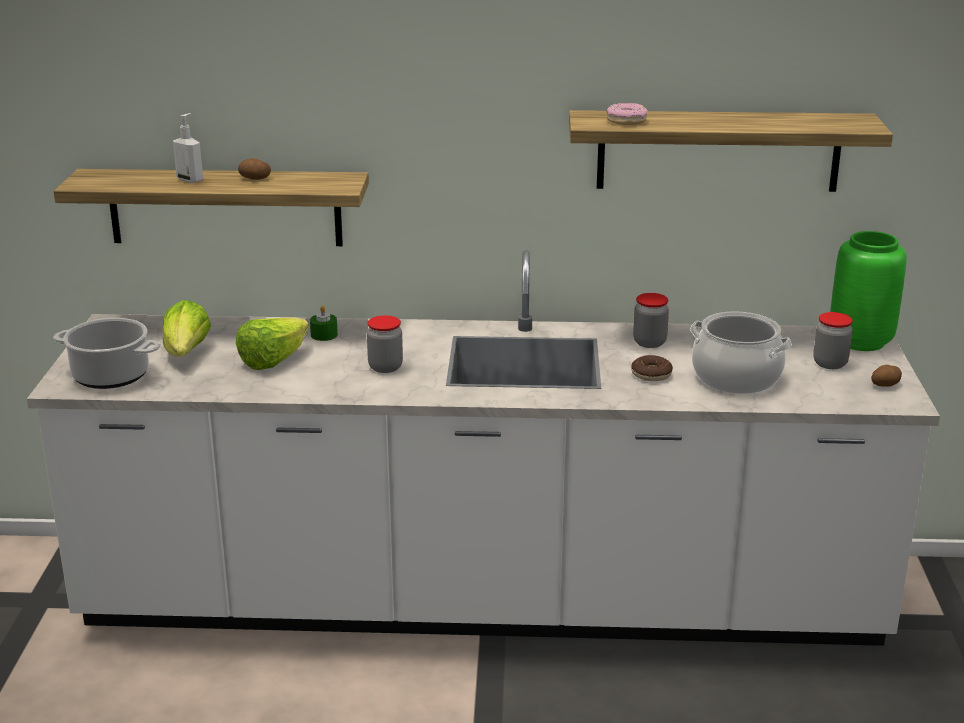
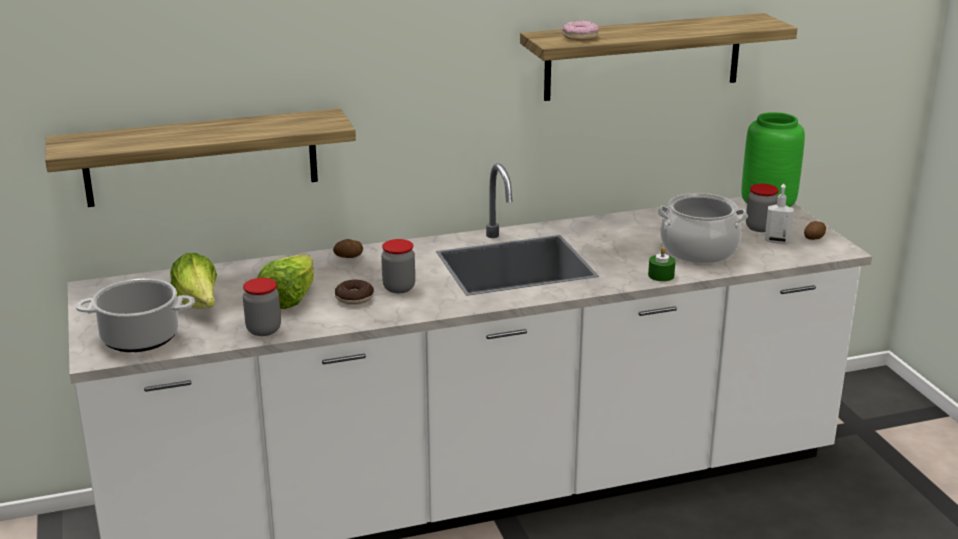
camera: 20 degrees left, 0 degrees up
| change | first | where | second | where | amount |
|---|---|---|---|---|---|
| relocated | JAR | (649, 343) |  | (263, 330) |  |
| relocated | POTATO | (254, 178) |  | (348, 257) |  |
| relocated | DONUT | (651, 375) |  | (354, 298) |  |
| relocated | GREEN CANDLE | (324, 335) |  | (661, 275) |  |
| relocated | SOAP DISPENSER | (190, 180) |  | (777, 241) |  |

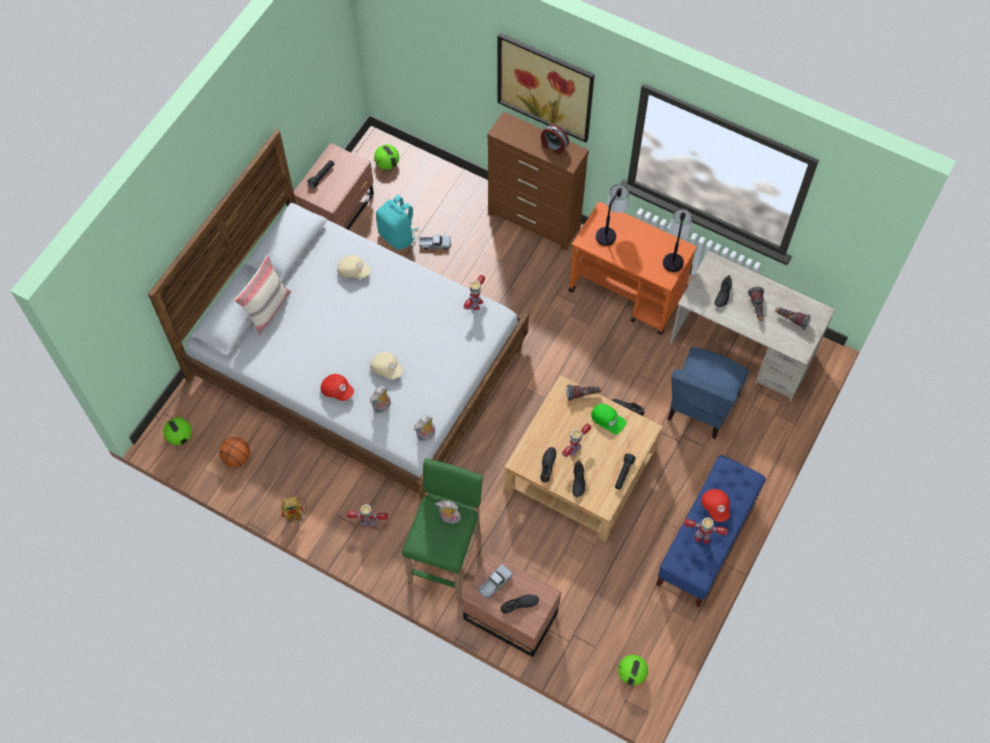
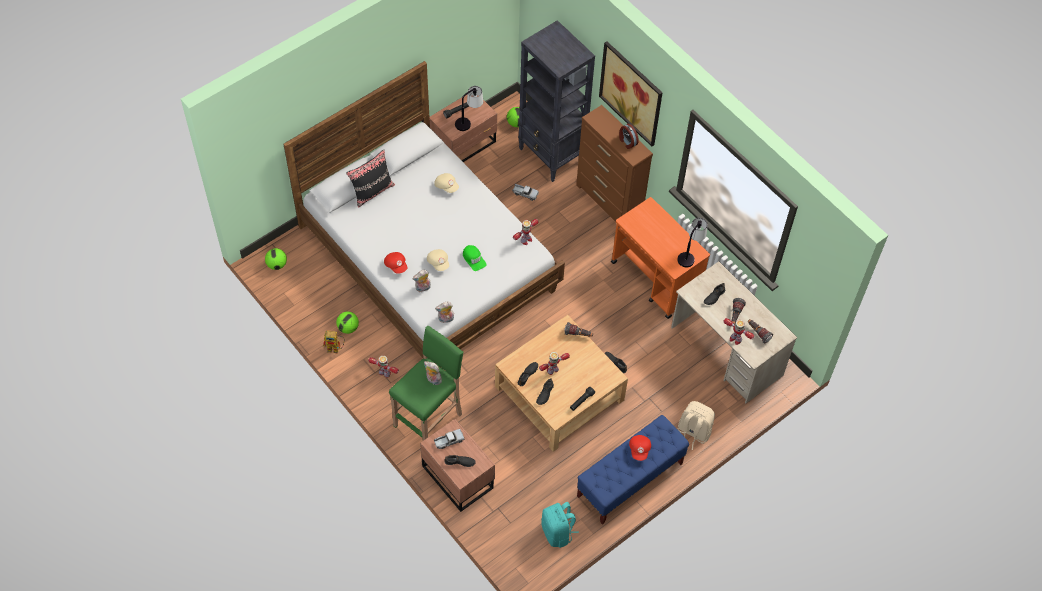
camera: 20 degrees right, 5 degrees down
| change | first | where | second | where | amount |
|---|---|---|---|---|---|
| relocated | FOOTBALL | (631, 673) |  | (348, 328) |  |
| colour | BEIGE PILLOW | (267, 309) | BLACK PILLOW | (372, 191) |  |
| relocated | TABLE LAMP | (610, 229) |  | (468, 121) |  |
| relocated | GREEN CAP | (608, 419) |  | (474, 259) |  |
| appeared |  |  | BLACK BOOKCASE | (551, 155) |  |
| relocated | TURQUOISE BACKPACK | (398, 235) |  | (557, 532) |  |
| appeared |  |  | BEIGE BACKPACK | (693, 432) |  |
| relocated | TOY ROBOT | (702, 537) |  | (735, 339) |  |
| missing | BASKETBALL | (237, 458) |  |  |  |
| missing | BLUE CHAIR | (701, 406) |  |  |  |

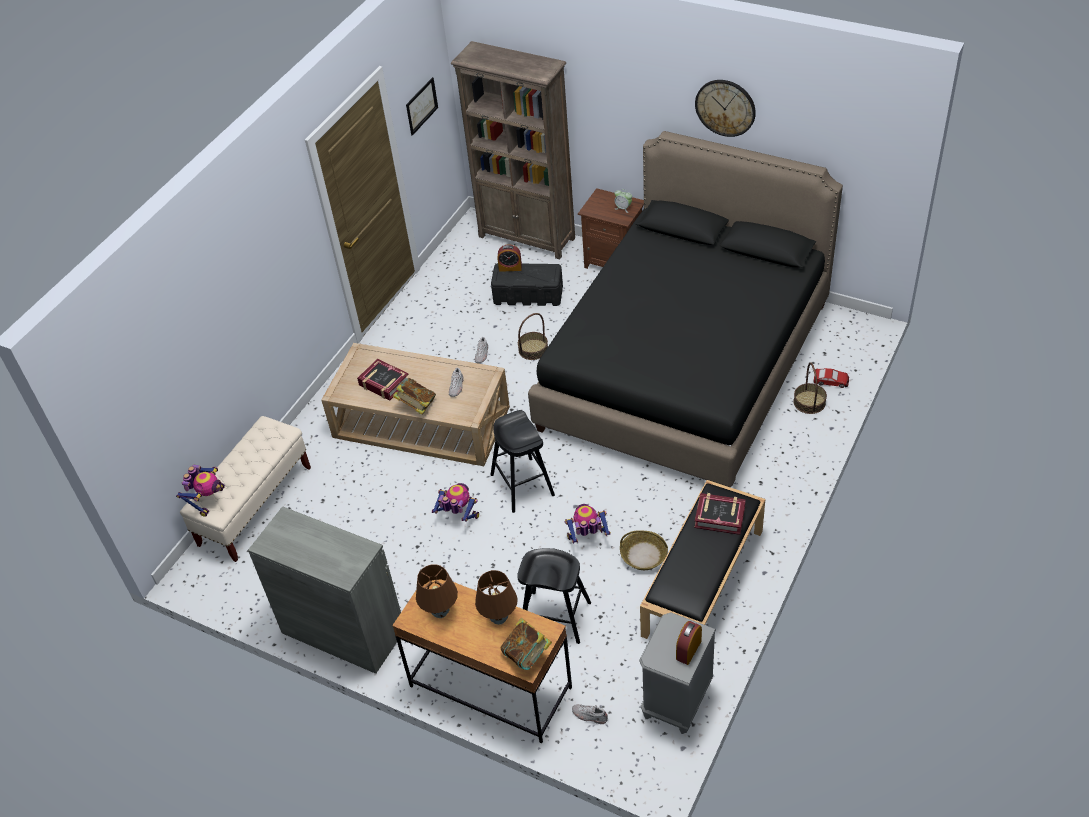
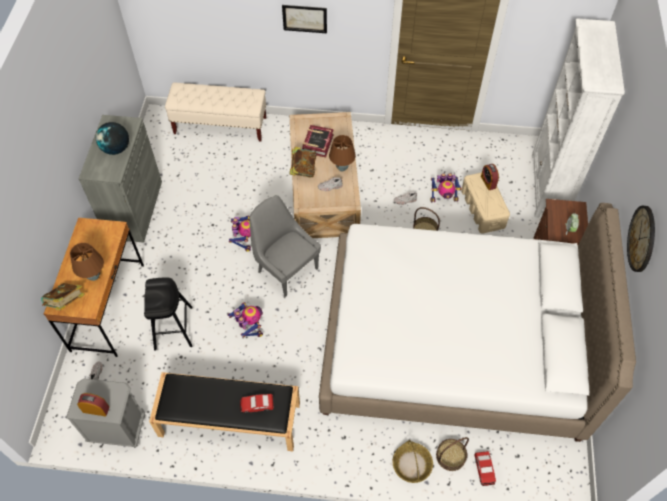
camera: 65 degrees right, 10 degrees up
| change | first | where | second | where | amount |
|---|---|---|---|---|---|
| appeared |  |  | GLOBE | (116, 149) |  |
| exchanged | BOOK | (720, 517) | TOY CAR | (256, 405) |  |
| exchanged | BLACK STOOL | (522, 485) | GREY CHAIR | (286, 269) |  |
| relocated | PICTURE | (421, 106) |  | (304, 18) |  |
| colour | BLACK BED | (685, 366) | WHITE BED | (452, 345) |  |
| relocated | BROWN TABLE LAMP | (440, 613) |  | (341, 168) |  |
| relocated | BASKET | (643, 555) |  | (411, 464) |  |
| relocated | TOY ROBOT | (208, 500) |  | (443, 197) |  |
| colour | BLACK STORAGE BOX | (528, 295) | BEIGE STORAGE BOX | (483, 209) |  |
| colour | BROWN BOOKCASE | (527, 237) | WHITE BOOKCASE | (548, 187) |  |

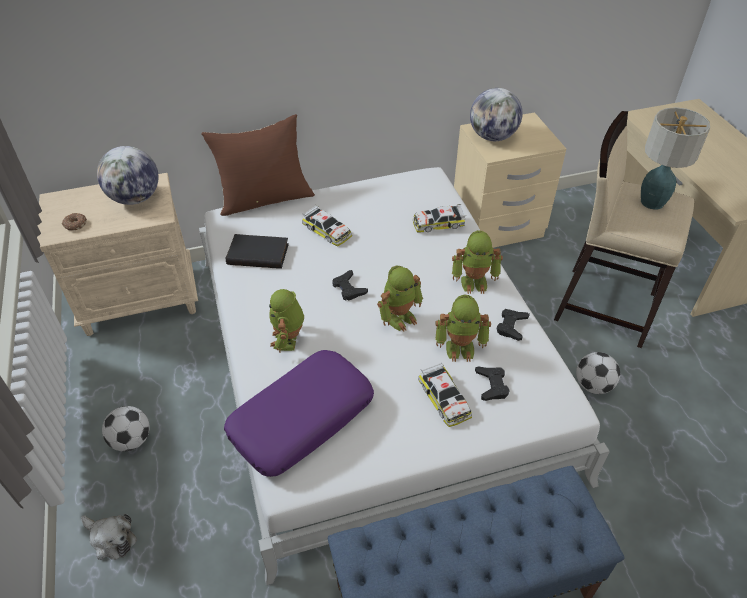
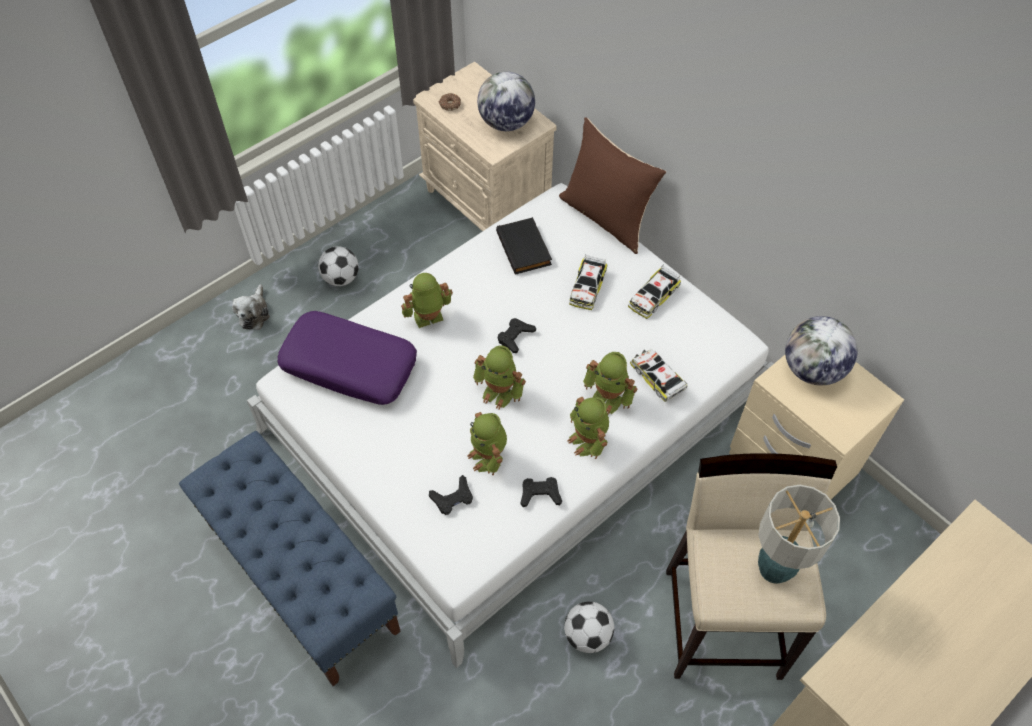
camera: 65 degrees right, 10 degrees up
| change | first | where | second | where | amount |
|---|---|---|---|---|---|
| appeared |  |  | TOY ROBOT | (608, 398) |  |
| relocated | TOY CAR | (444, 399) |  | (653, 296) |  |

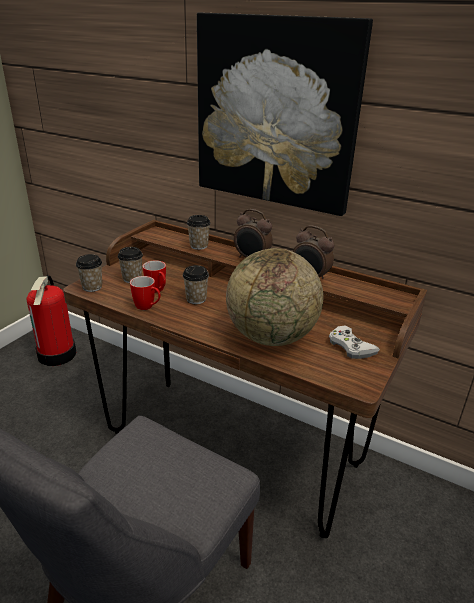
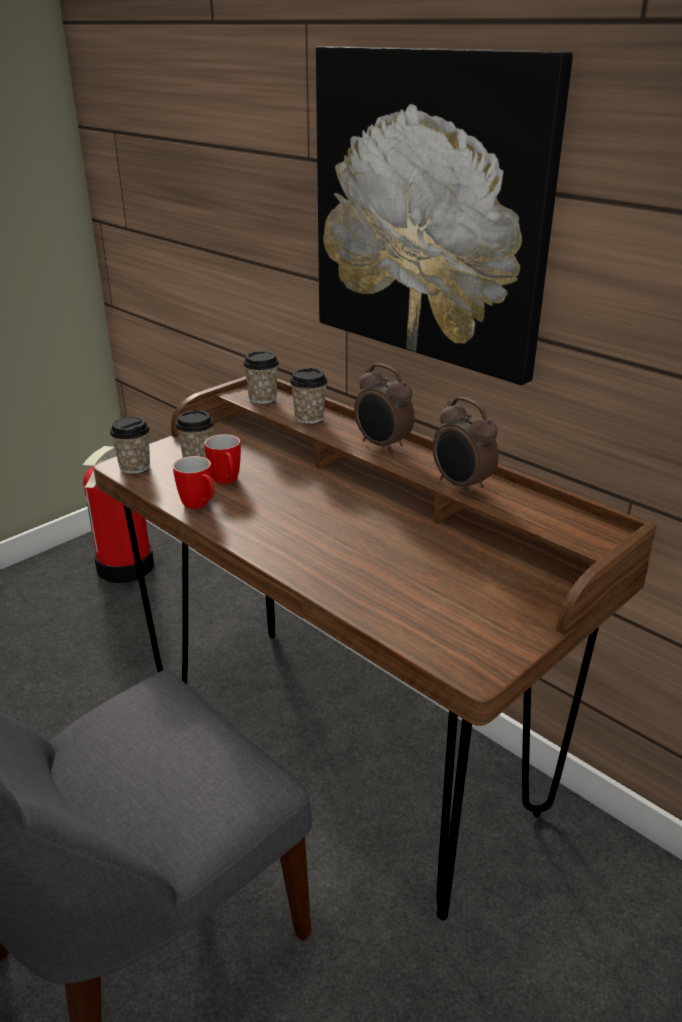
camera: 15 degrees right, 0 degrees up
| change | first | where | second | where | amount |
|---|---|---|---|---|---|
| relocated | CUP | (196, 299) |  | (262, 398) |  |
| missing | GLOBE | (271, 337) |  |  |  |
| missing | WHITE GAME CONTROLLER | (351, 346) |  |  |  |

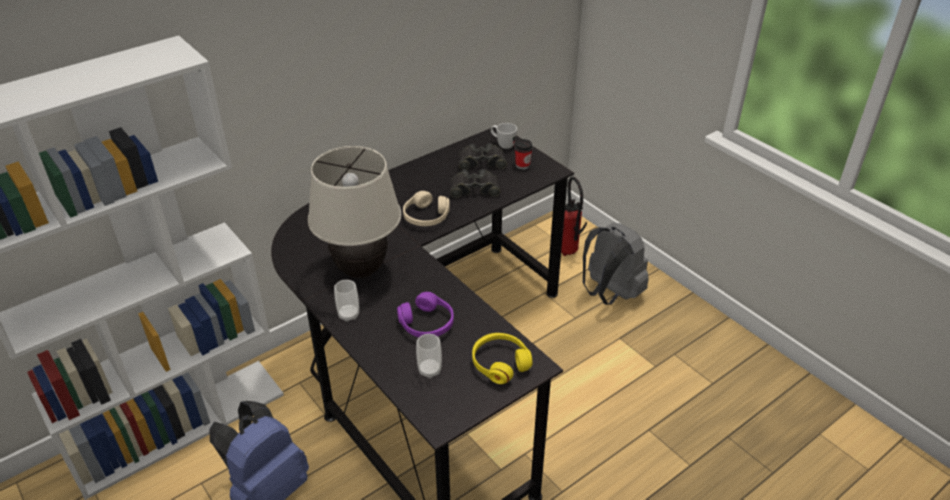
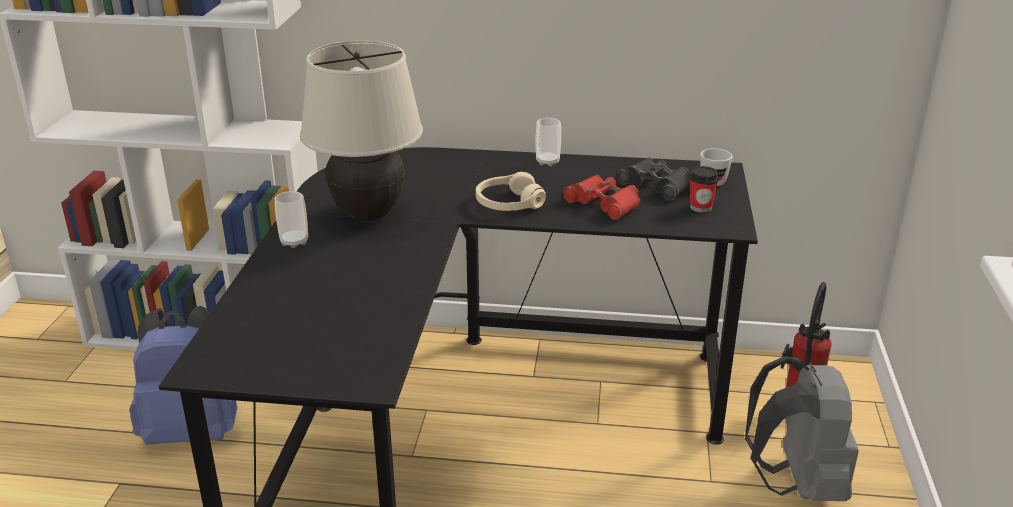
camera: 45 degrees right, 10 degrees down
| change | first | where | second | where | amount |
|---|---|---|---|---|---|
| relocated | CUP | (429, 370) |  | (547, 162) |  |
| colour | BLACK BINOCULARS | (474, 188) | RED BINOCULARS | (604, 203) |  |
| missing | PURPLE HEADPHONES | (427, 323) |  |  |  |
| missing | YELLOW HEADPHONES | (500, 363) |  |  |  |

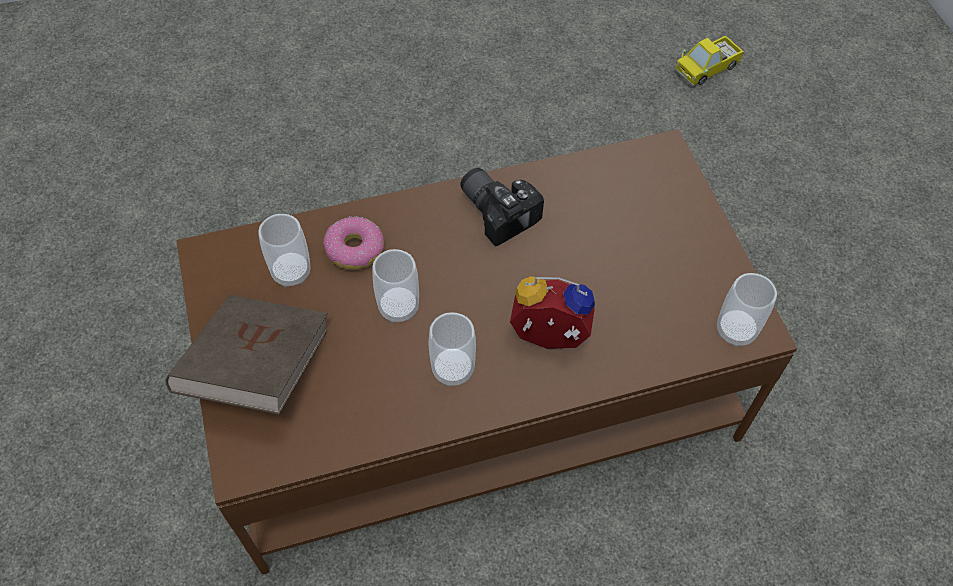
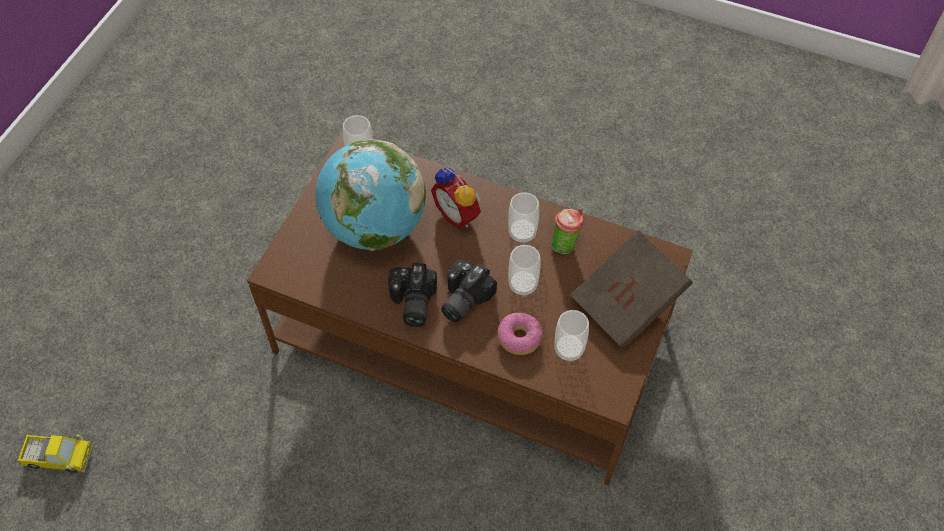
camera: 140 degrees left, 0 degrees up
| change | first | where | second | where | amount |
|---|---|---|---|---|---|
| appeared |  |  | GLOBE | (374, 227) |  |
| appeared |  |  | PHOTO CAMERA | (461, 299) |  |
| appeared |  |  | CUP | (565, 244) |  |

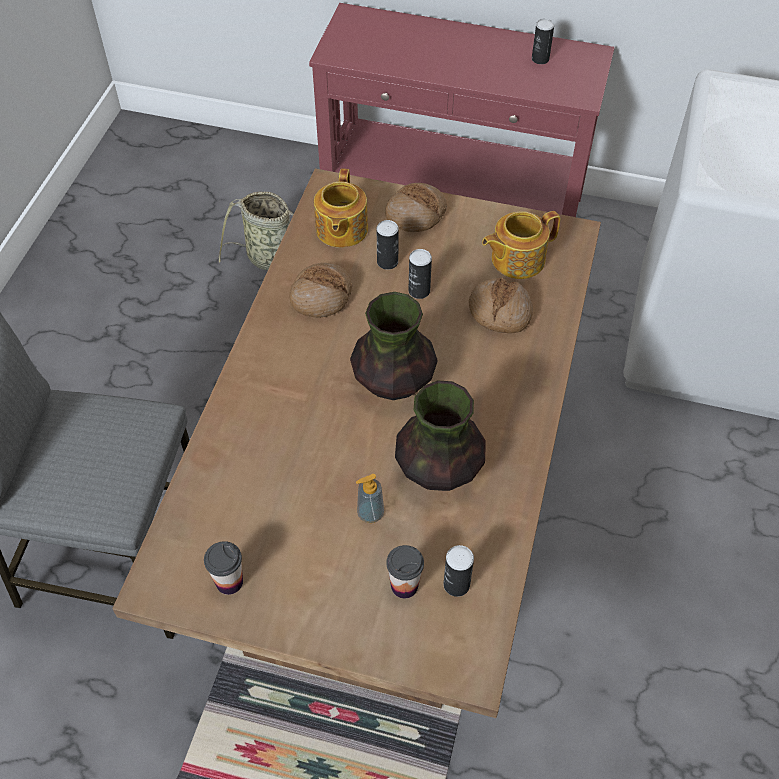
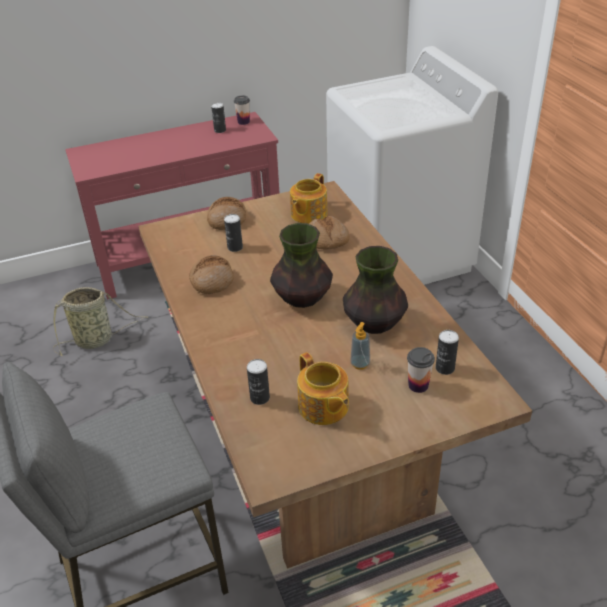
camera: 35 degrees left, 15 degrees down
| change | first | where | second | where | amount |
|---|---|---|---|---|---|
| relocated | CUP | (229, 582) |  | (243, 122) |  |
| relocated | CAN | (419, 291) |  | (260, 398) |  |
| relocated | TEAPOT | (341, 230) |  | (323, 407) |  |

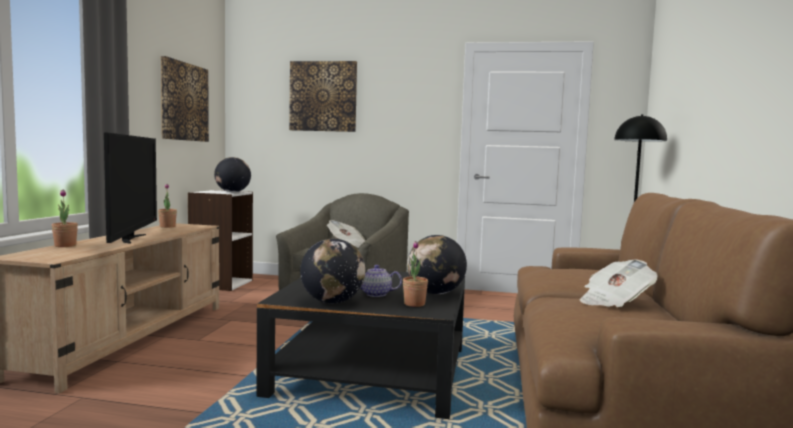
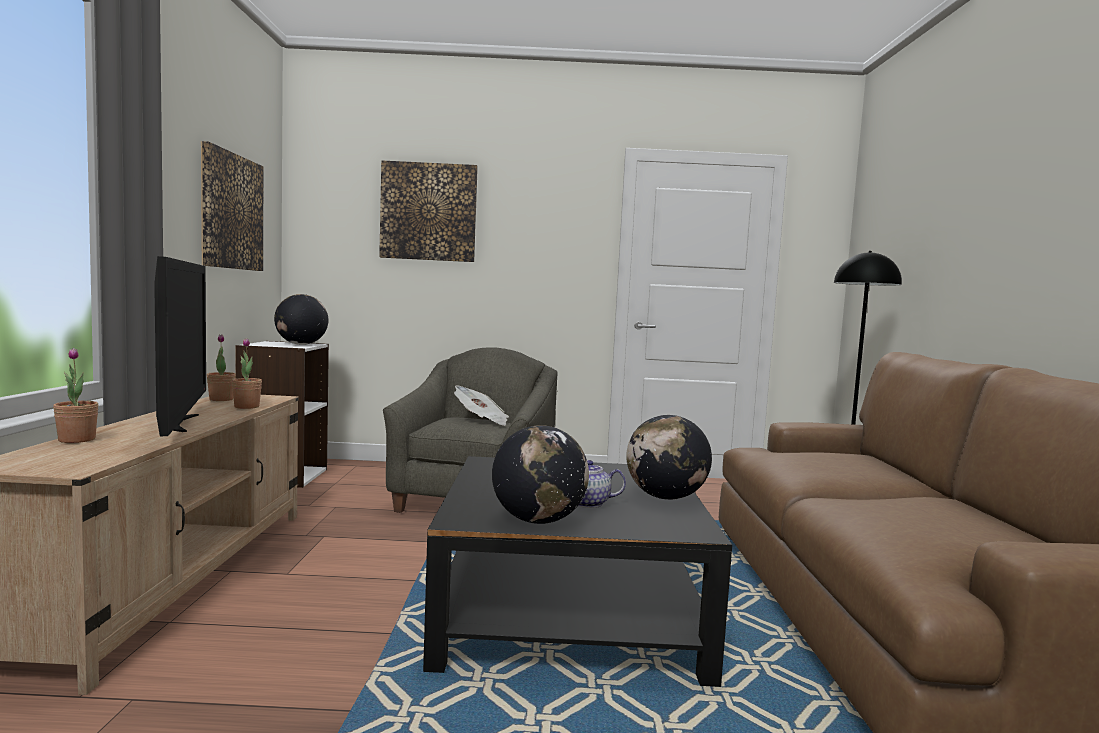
camera: 10 degrees left, 0 degrees up
| change | first | where | second | where | amount |
|---|---|---|---|---|---|
| relocated | POTTED PLANT | (414, 304) |  | (247, 407) |  |
| missing | NEWSPAPER | (614, 302) |  |  |  |

